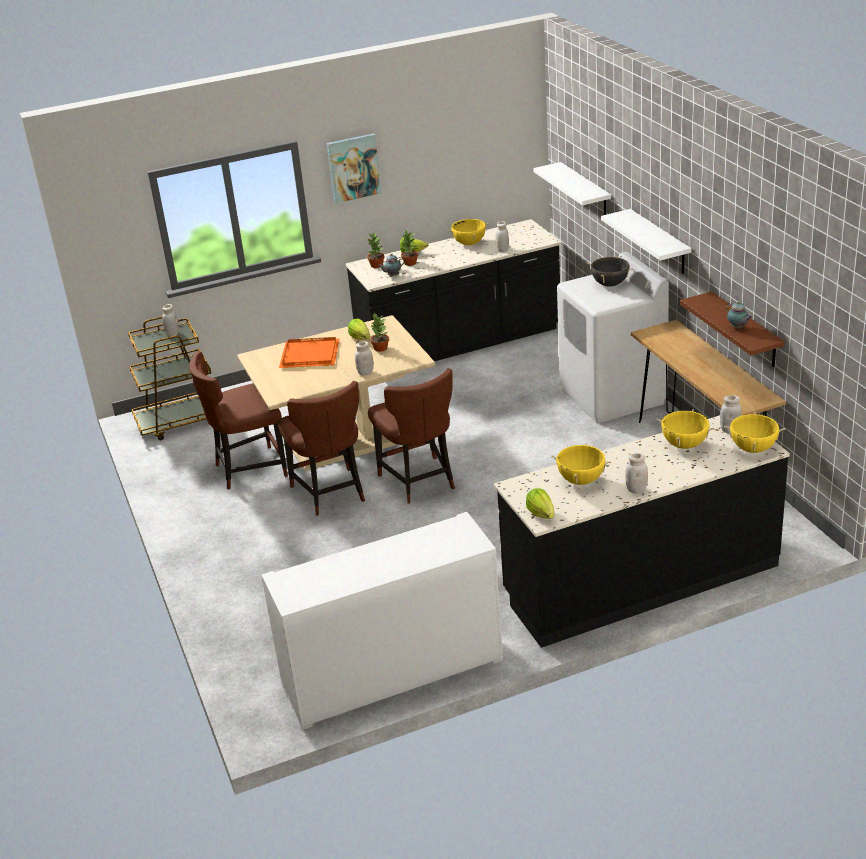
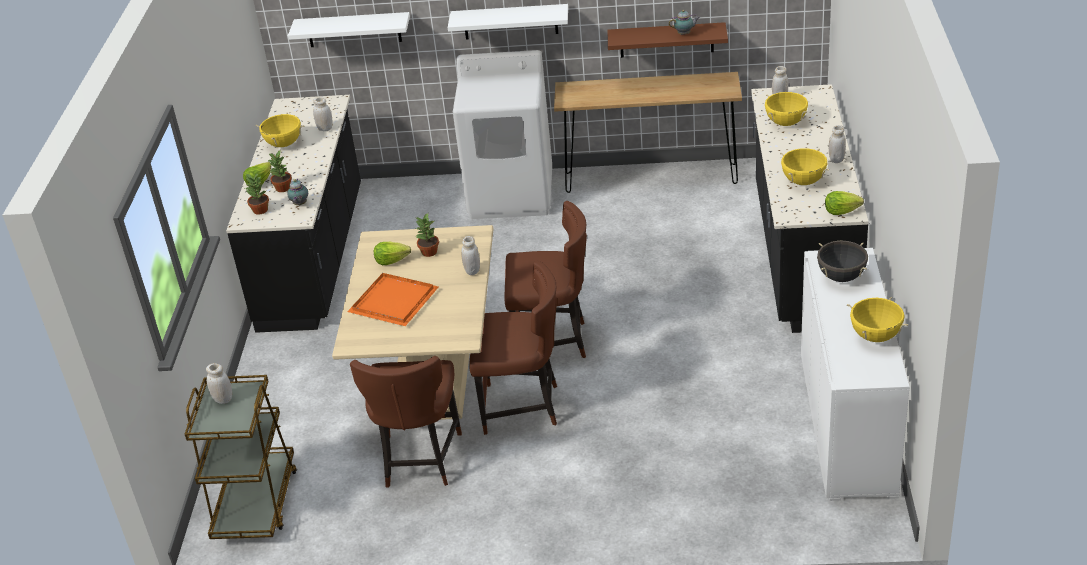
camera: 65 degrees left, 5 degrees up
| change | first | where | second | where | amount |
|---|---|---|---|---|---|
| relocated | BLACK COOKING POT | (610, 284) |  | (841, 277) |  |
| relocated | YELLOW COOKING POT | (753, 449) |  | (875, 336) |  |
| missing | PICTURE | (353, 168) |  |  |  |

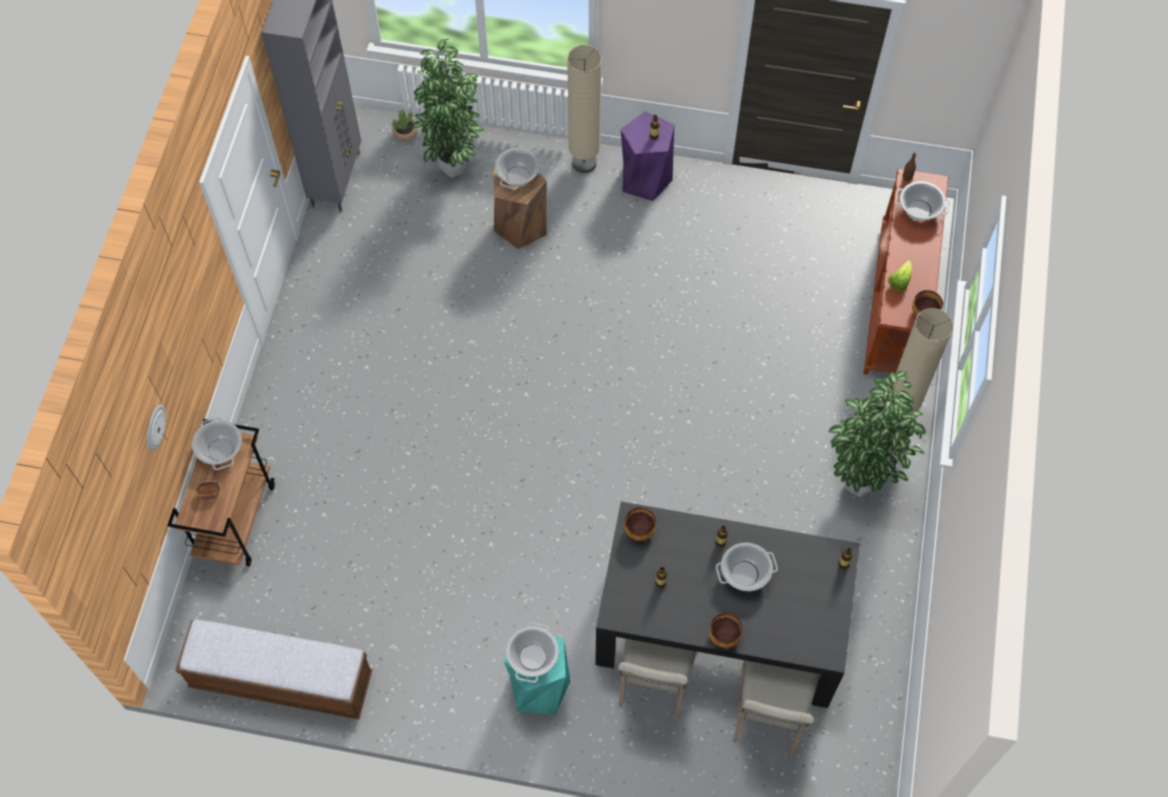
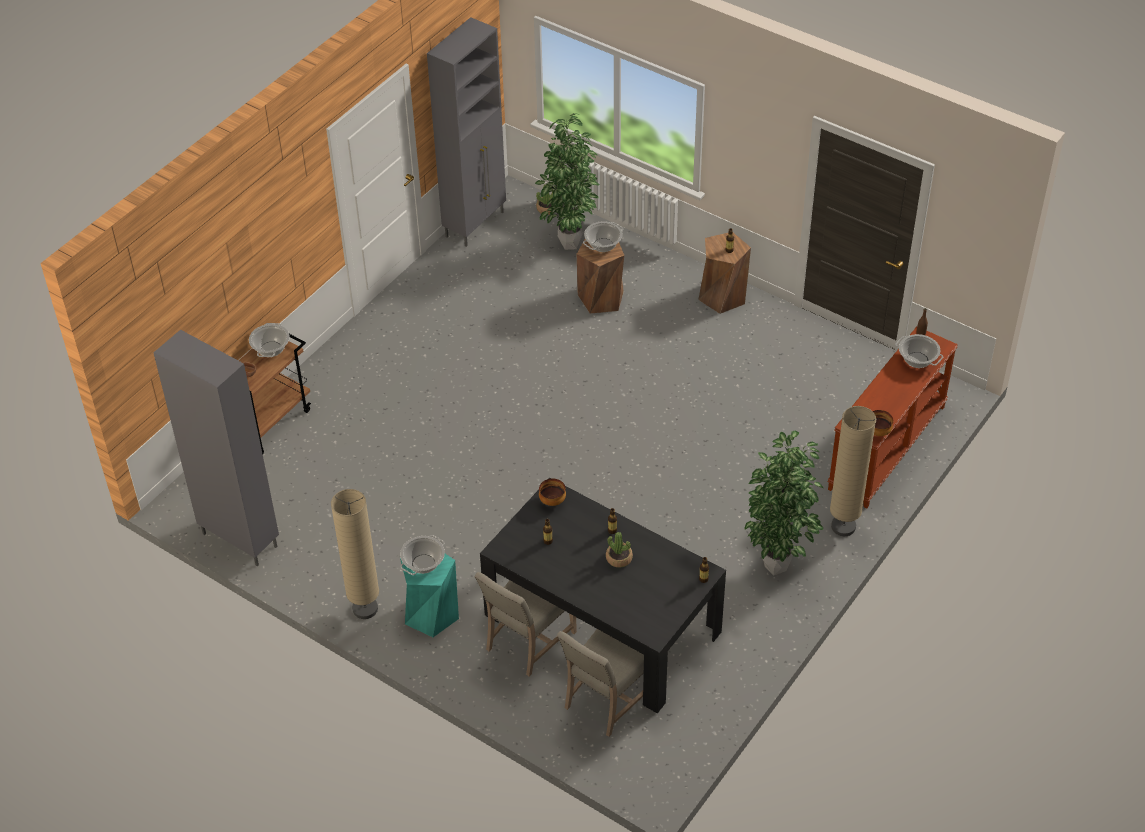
camera: 25 degrees right, 15 degrees down
| change | first | where | second | where | amount |
|---|---|---|---|---|---|
| exchanged | BENCH | (281, 680) | GREY CABINET | (239, 539) |  |
| relocated | BEIGE FLOOR LAMP | (584, 163) |  | (365, 609) |  |
| exchanged | COOKING POT | (745, 573) | POTTED PLANT | (619, 558) |  |
| colour | PURPLE STOOL | (645, 179) | BROWN STOOL | (722, 297) |  |
| missing | WALL CLOCK | (154, 427) |  |  |  |
| missing | BOWL | (724, 636) |  |  |  |
| missing | LETTUCE | (899, 281) |  |  |  |

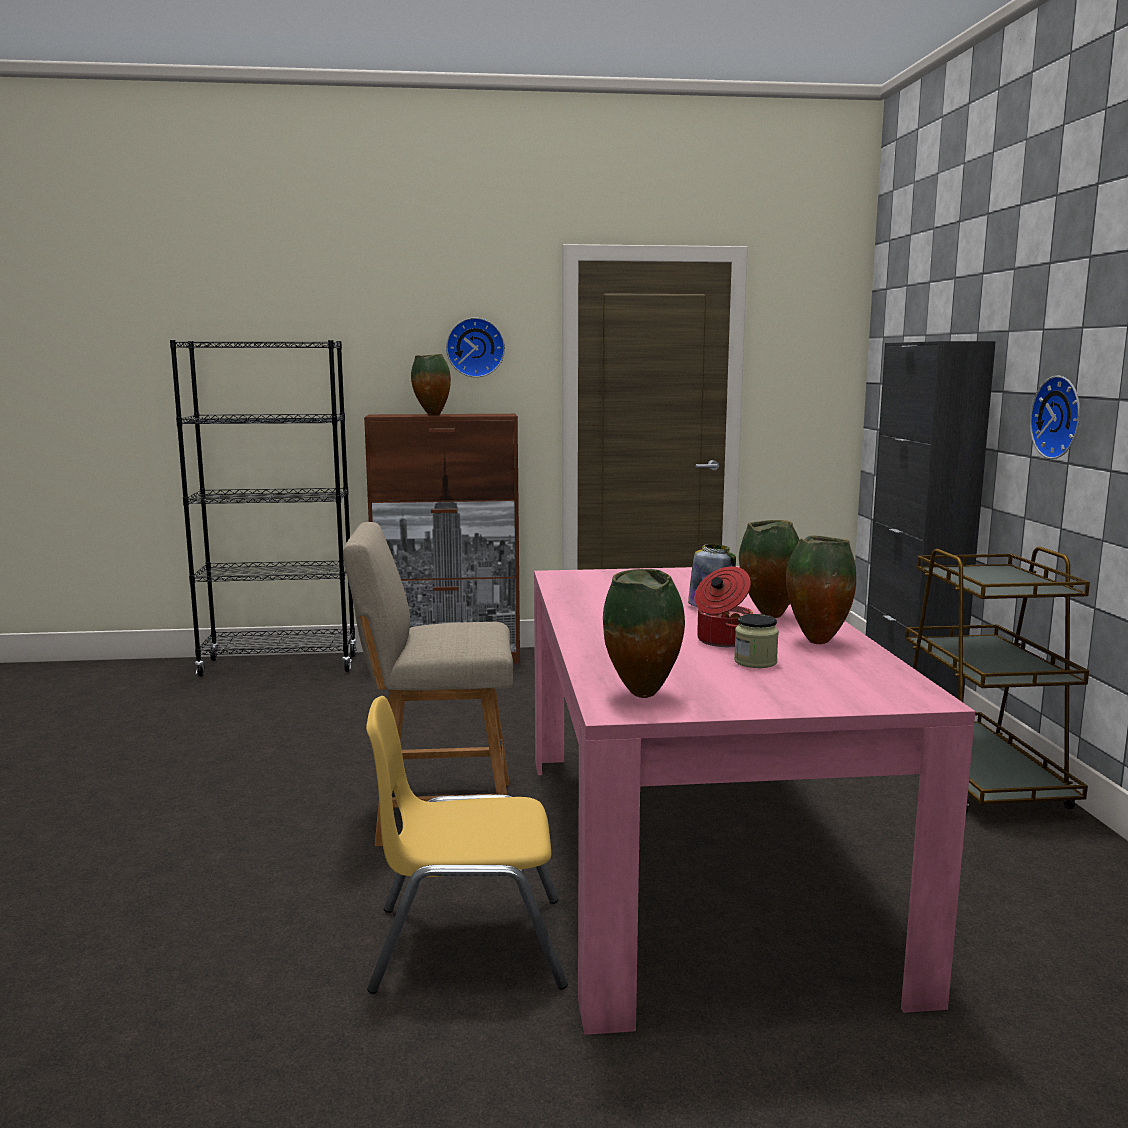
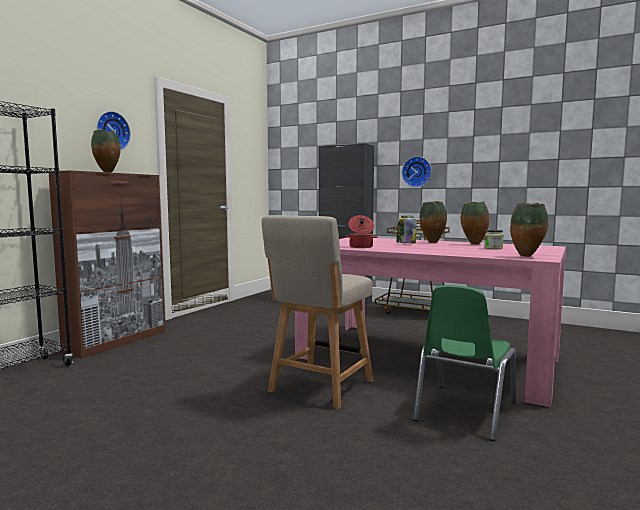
camera: 55 degrees left, 5 degrees down
| change | first | where | second | where | amount |
|---|---|---|---|---|---|
| relocated | COOKING POT | (722, 641) |  | (361, 247) |  |
| colour | YELLOW CHAIR | (468, 945) | GREEN CHAIR | (464, 411) |  |

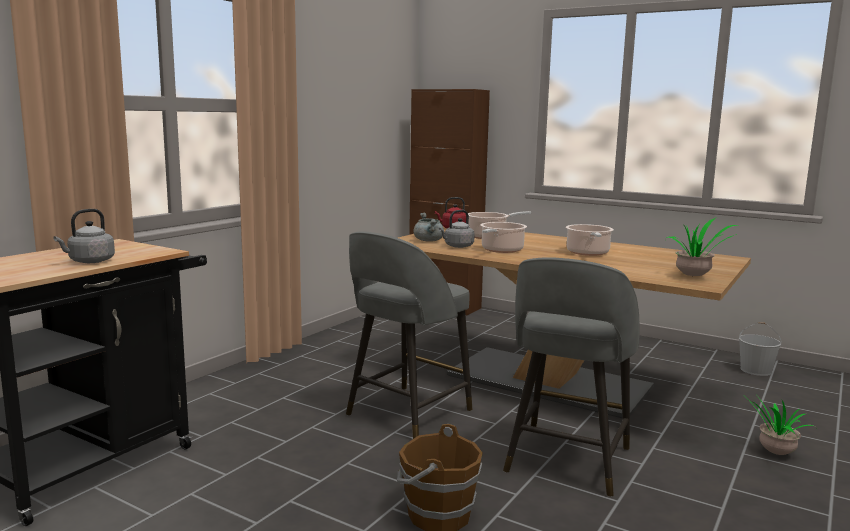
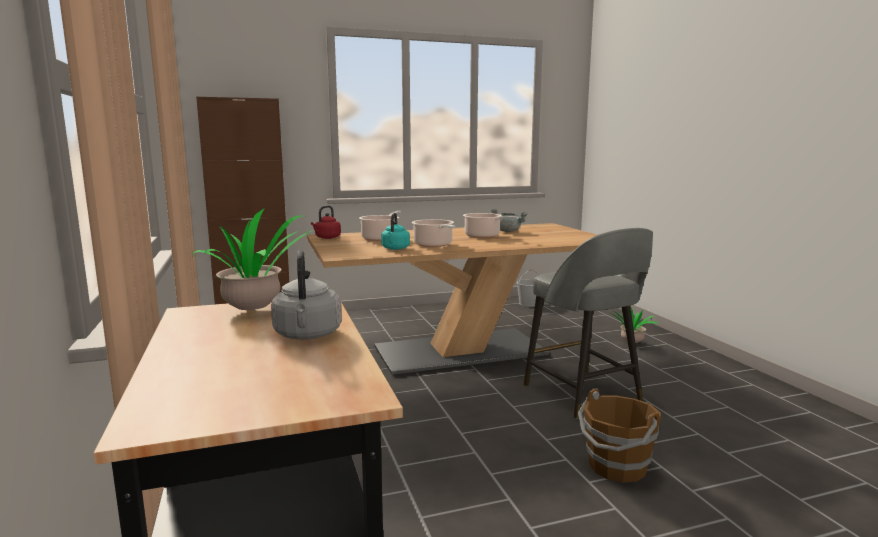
camera: 50 degrees left, 0 degrees up
| change | first | where | second | where | amount |
|---|---|---|---|---|---|
| relocated | POTTED PLANT | (695, 277) |  | (256, 310) |  |
| colour | GREY KETTLE | (457, 246) | TURQUOISE KETTLE | (395, 248) |  |
| relocated | GREY COOKING POT | (429, 241) |  | (508, 231) |  |
| missing | GREY STOOL | (406, 413) |  |  |  |

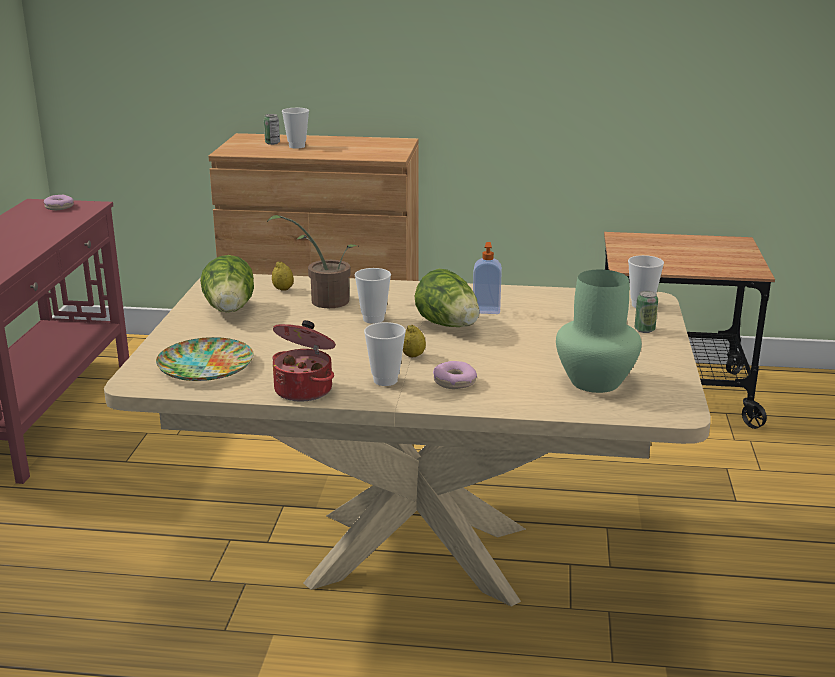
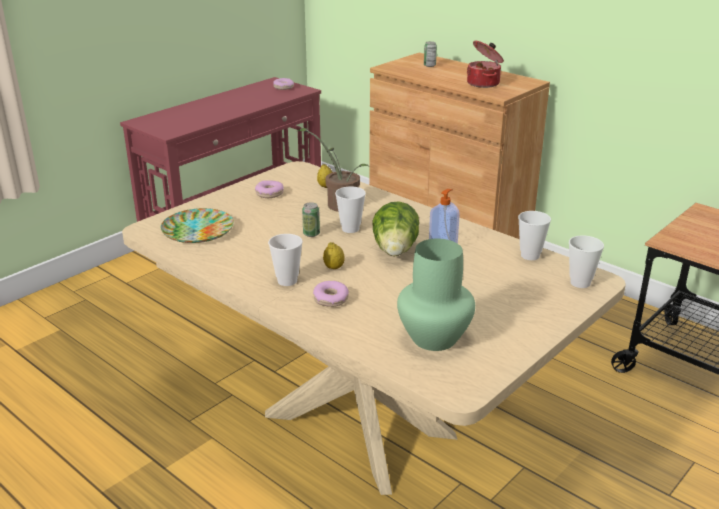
camera: 35 degrees right, 5 degrees up
| change | first | where | second | where | amount |
|---|---|---|---|---|---|
| exchanged | LETTUCE | (230, 311) | DONUT | (269, 193) |  |
| relocated | CAN | (644, 330) |  | (311, 234) |  |
| relocated | COOKING POT | (305, 389) |  | (484, 83) |  |
| relocated | CUP | (297, 146) |  | (530, 255) |  |

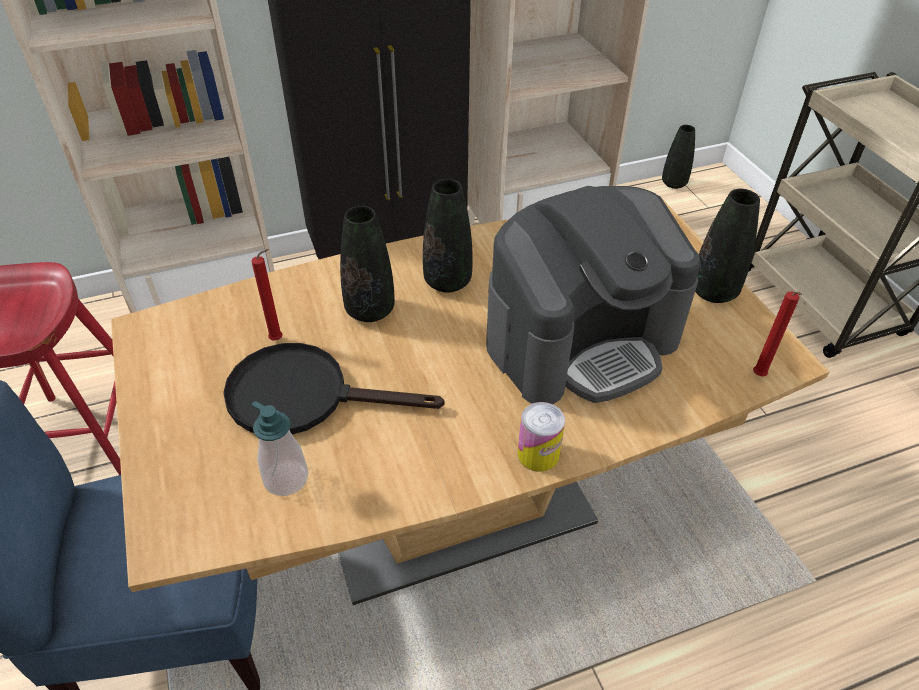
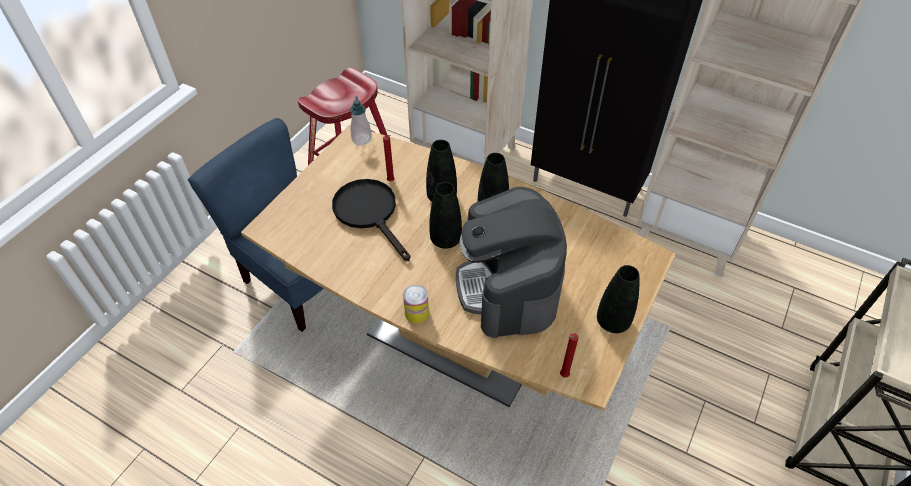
camera: 50 degrees right, 5 degrees up
| change | first | where | second | where | amount |
|---|---|---|---|---|---|
| relocated | SOAP DISPENSER | (286, 478) |  | (361, 139) |  |
| relocated | BLACK VASE | (674, 183) |  | (445, 240) |  |
| spun | COFFEE MACHINE | (581, 340) |  | (508, 286) | 60 degrees clockwise |

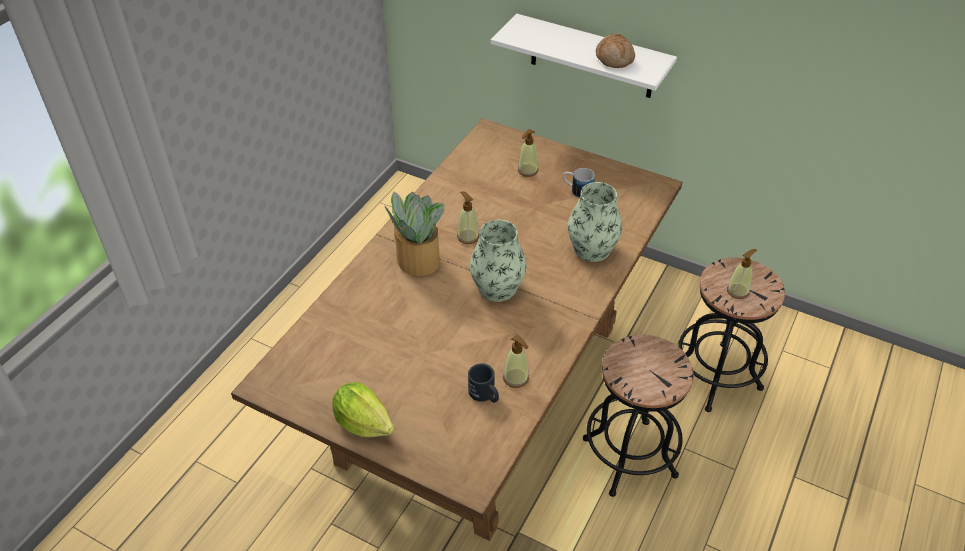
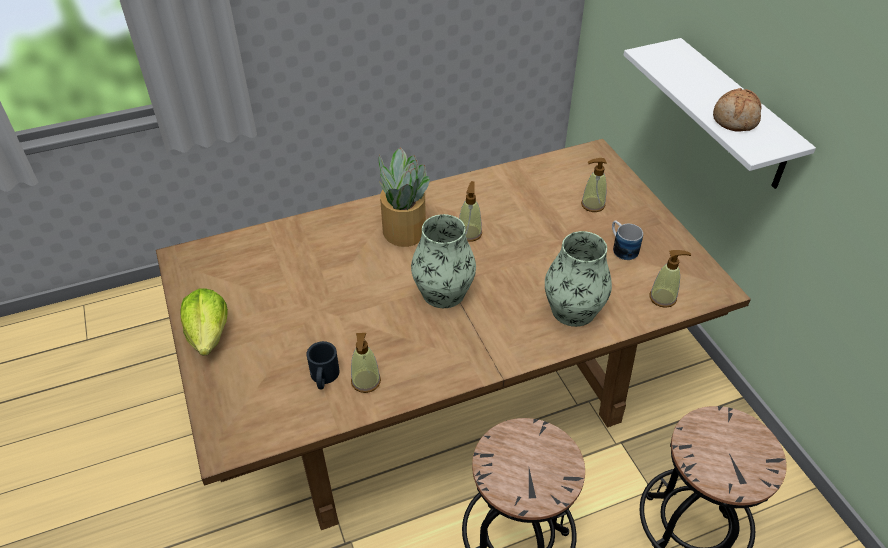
camera: 40 degrees right, 0 degrees up
| change | first | where | second | where | amount |
|---|---|---|---|---|---|
| relocated | SOAP DISPENSER | (738, 291) |  | (663, 298) |  |

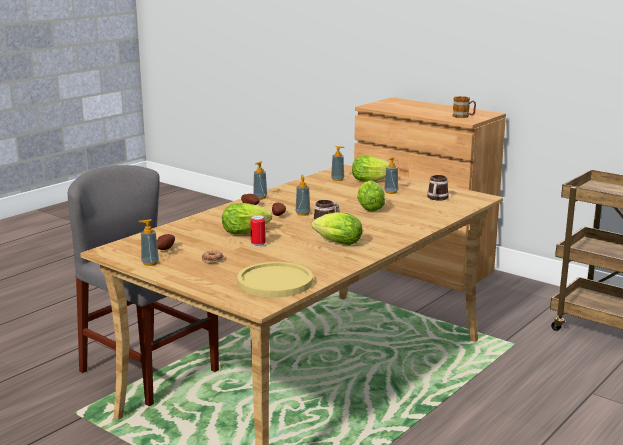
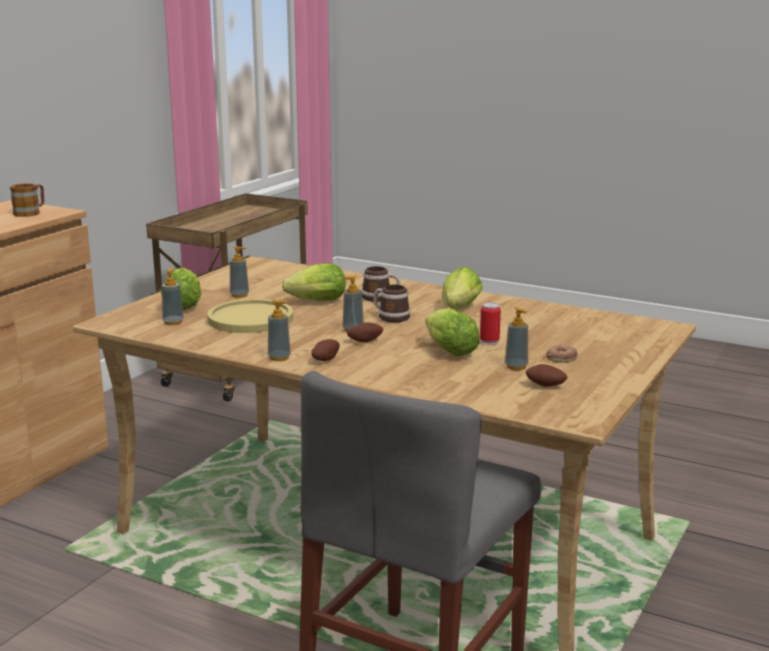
camera: 100 degrees left, 0 degrees up
| change | first | where | second | where | amount |
|---|---|---|---|---|---|
| relocated | YELLOW PLATE | (275, 282) |  | (250, 319) |  |
| relocated | MUG | (437, 198) |  | (381, 298) |  |
| relocated | SOAP DISPENSER | (150, 263) |  | (516, 367) |  |

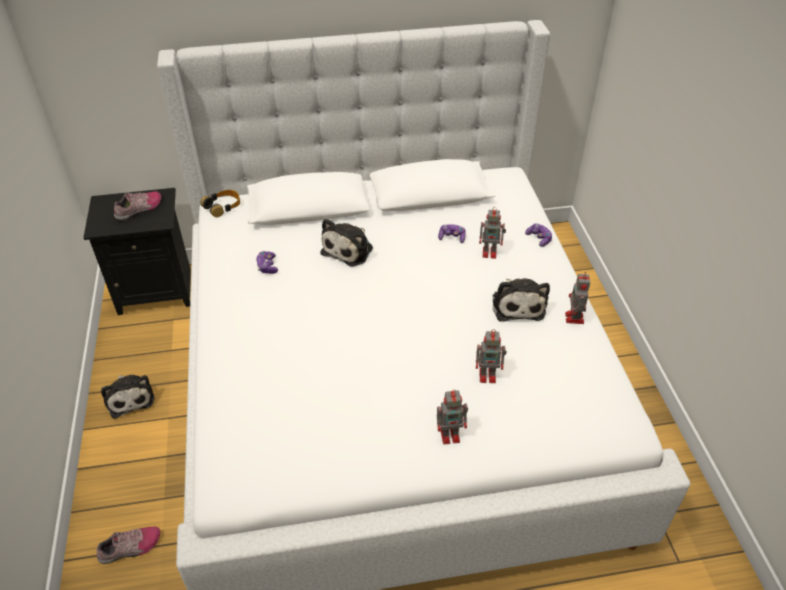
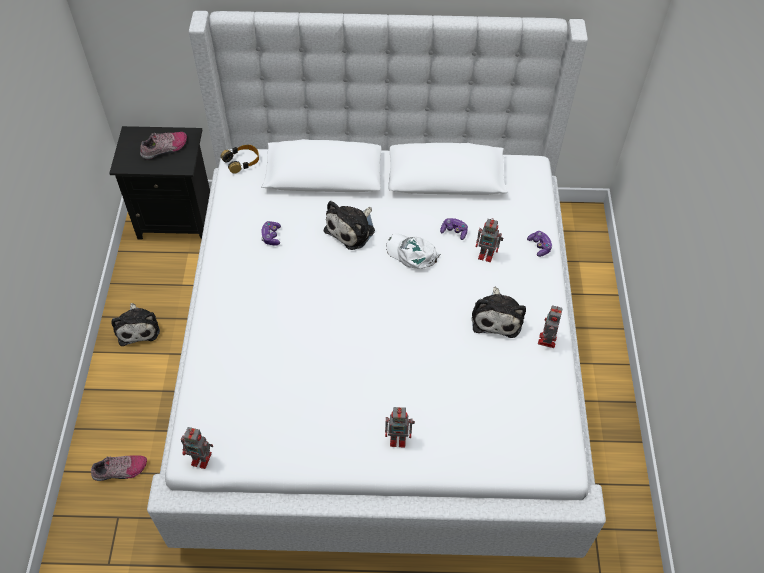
camera: 10 degrees right, 10 degrees up
| change | first | where | second | where | amount |
|---|---|---|---|---|---|
| relocated | TOY ROBOT | (488, 375) |  | (202, 459) |  |
| appeared |  |  | WHITE CAP | (412, 253) |  |

